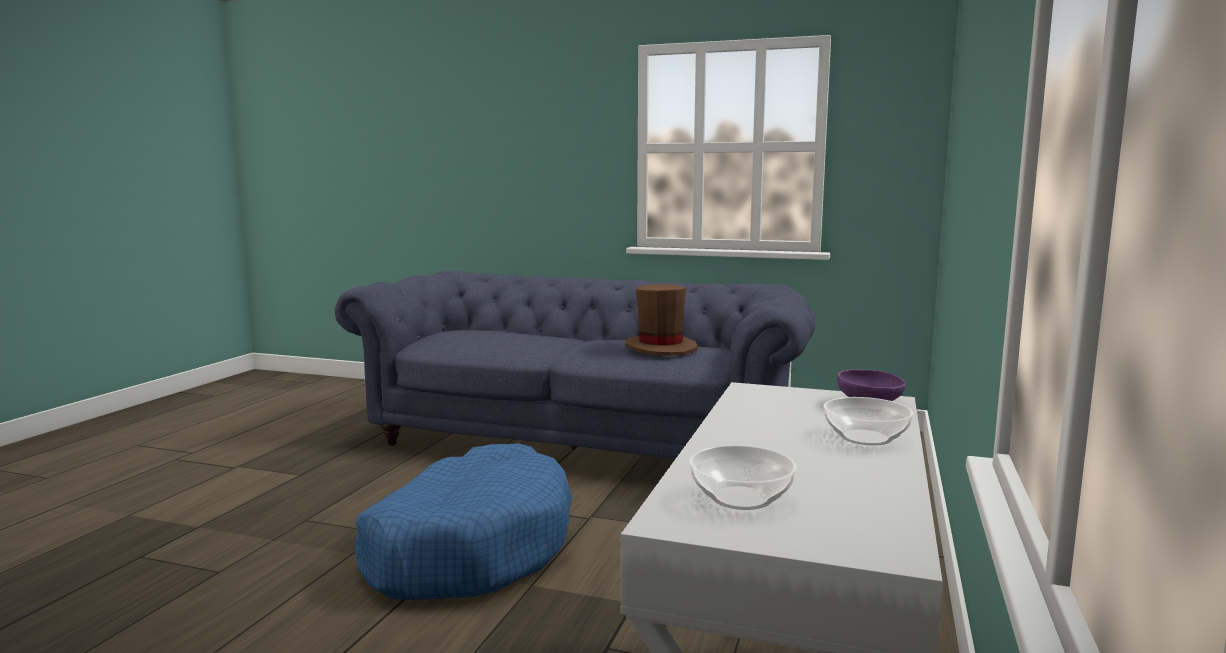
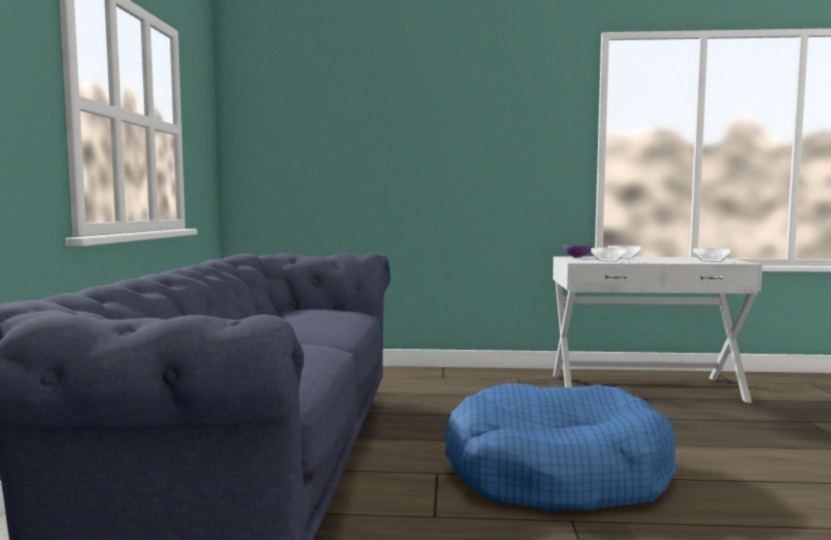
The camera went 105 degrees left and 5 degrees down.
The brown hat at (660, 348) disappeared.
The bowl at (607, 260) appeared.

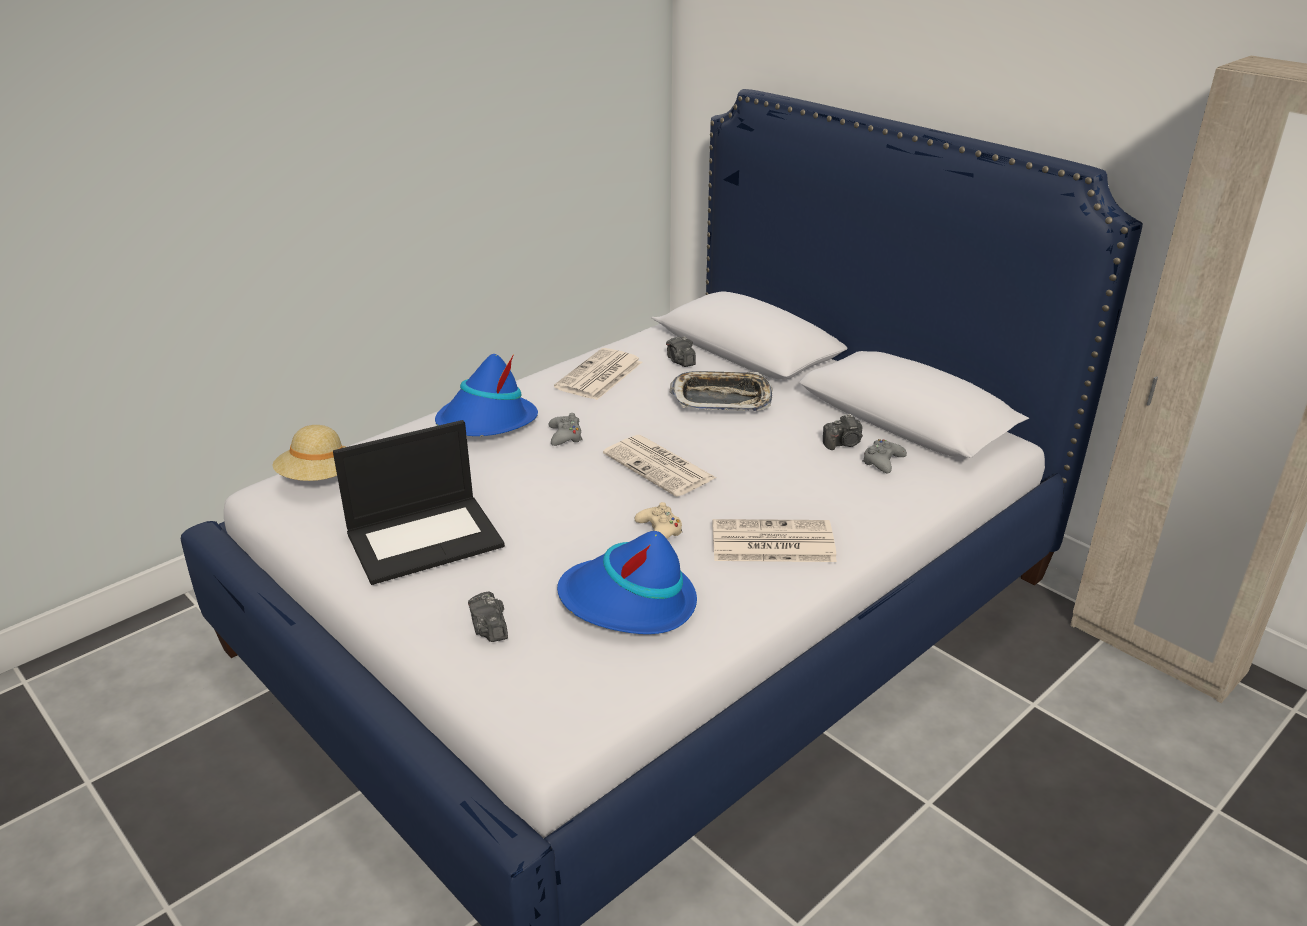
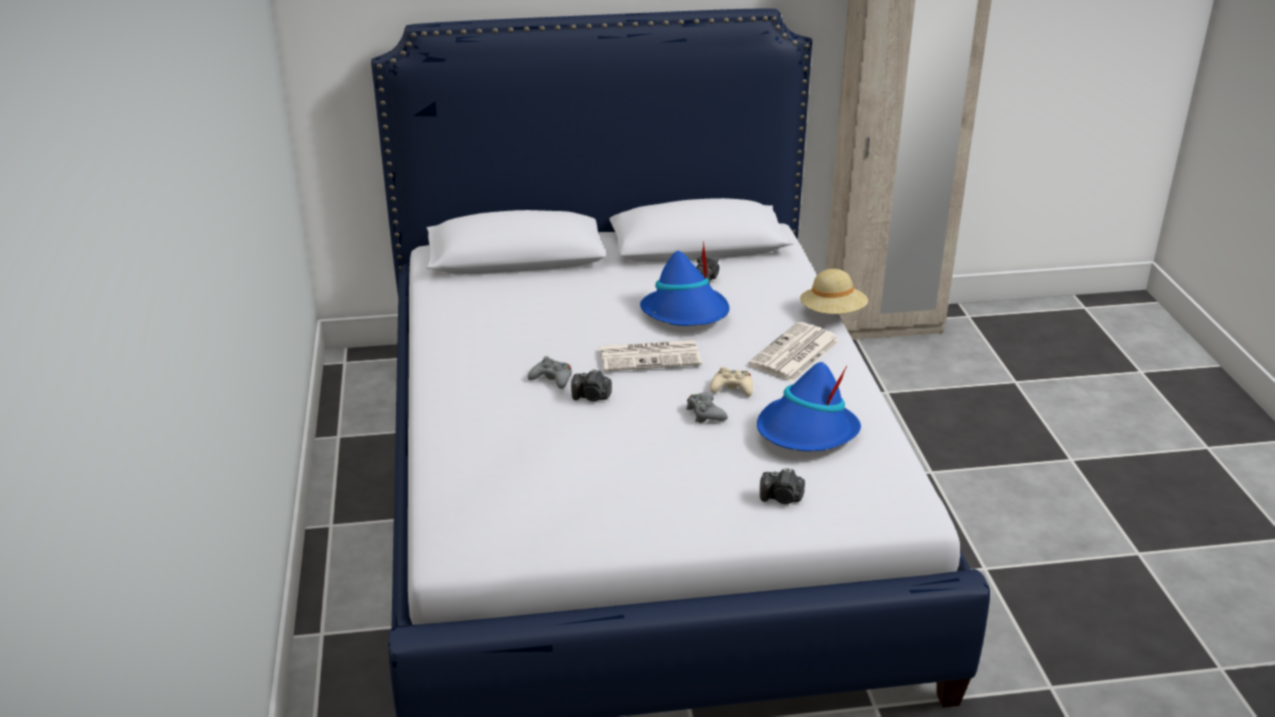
The camera went 55 degrees left and 0 degrees up.
The beige hat moved from (319, 479) to (832, 314).
The laptop at (426, 538) disappeared.
The blue hat moved from (486, 423) to (686, 313).
The newspaper at (599, 376) disappeared.
The photo camera moved from (680, 361) to (592, 397).
The tray at (721, 398) disappeared.
The grey game controller moved from (882, 461) to (705, 413).

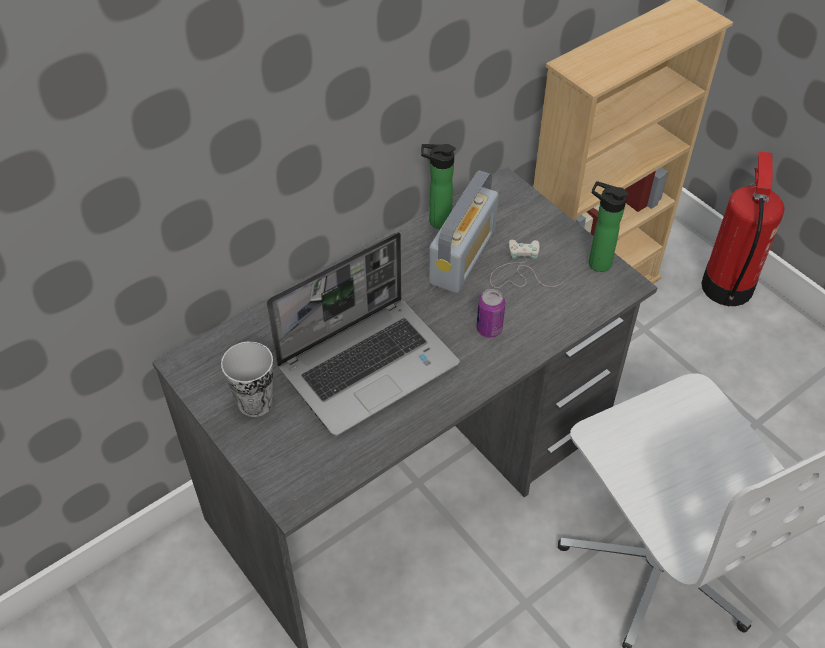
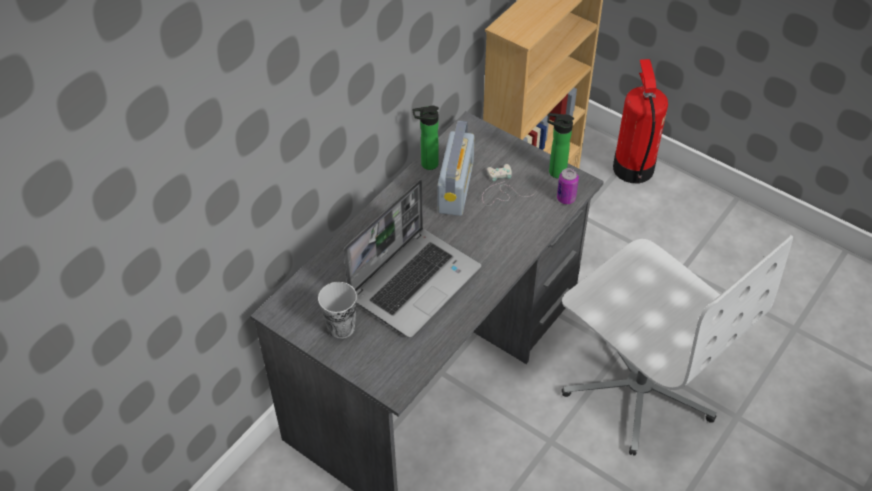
The camera went 15 degrees left and 0 degrees up.
The can moved from (489, 329) to (566, 198).

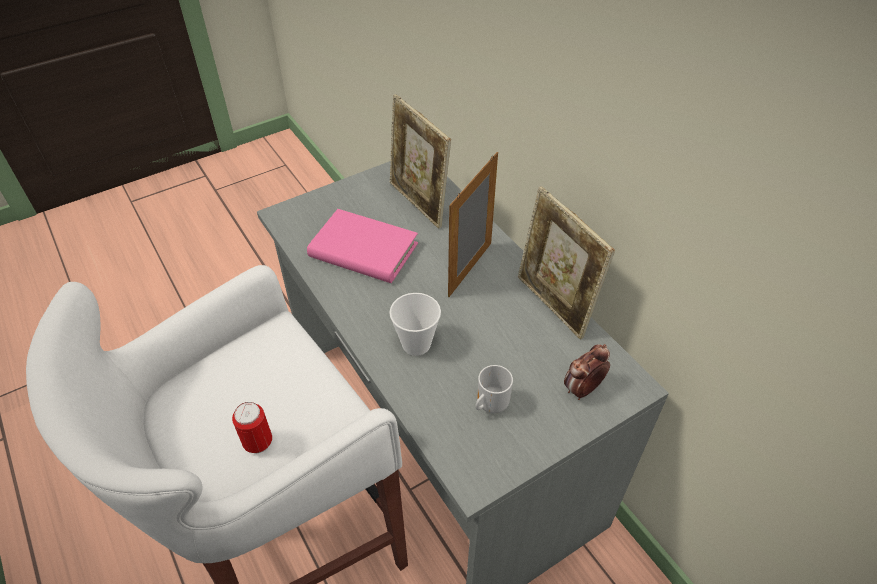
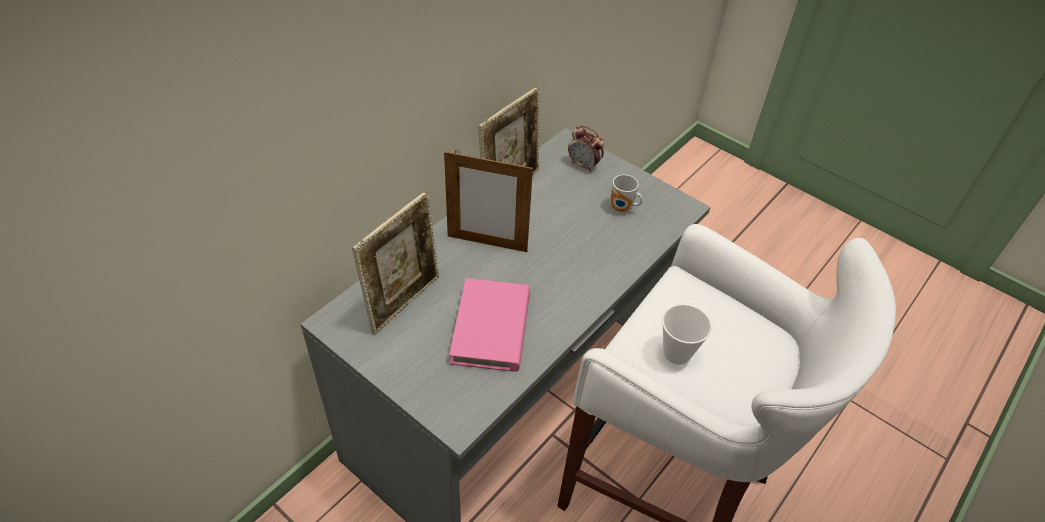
The camera went 110 degrees left and 0 degrees up.
The can at (258, 443) disappeared.
The cup moved from (416, 344) to (677, 353).

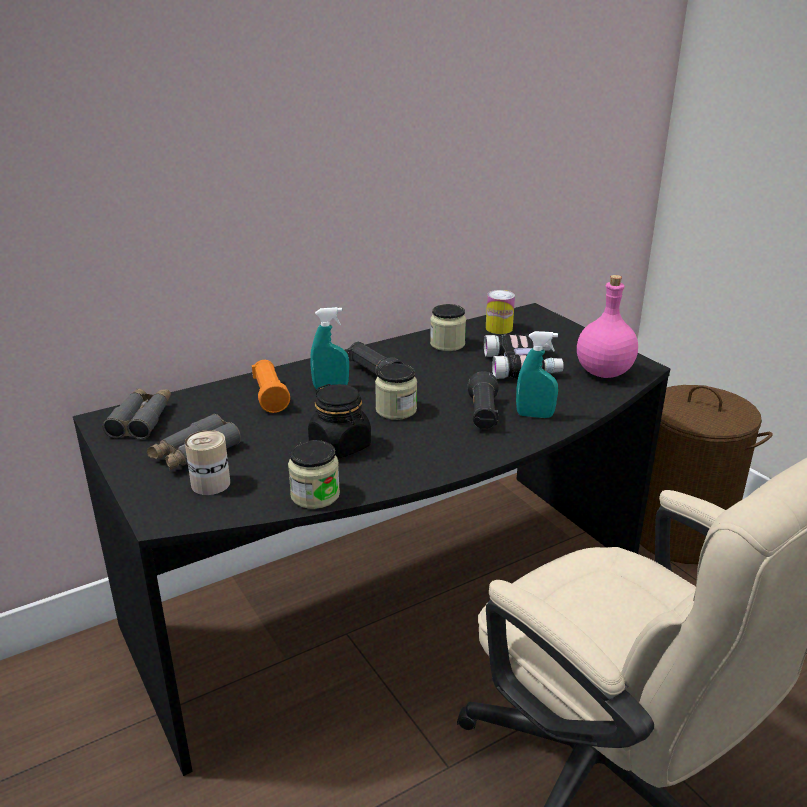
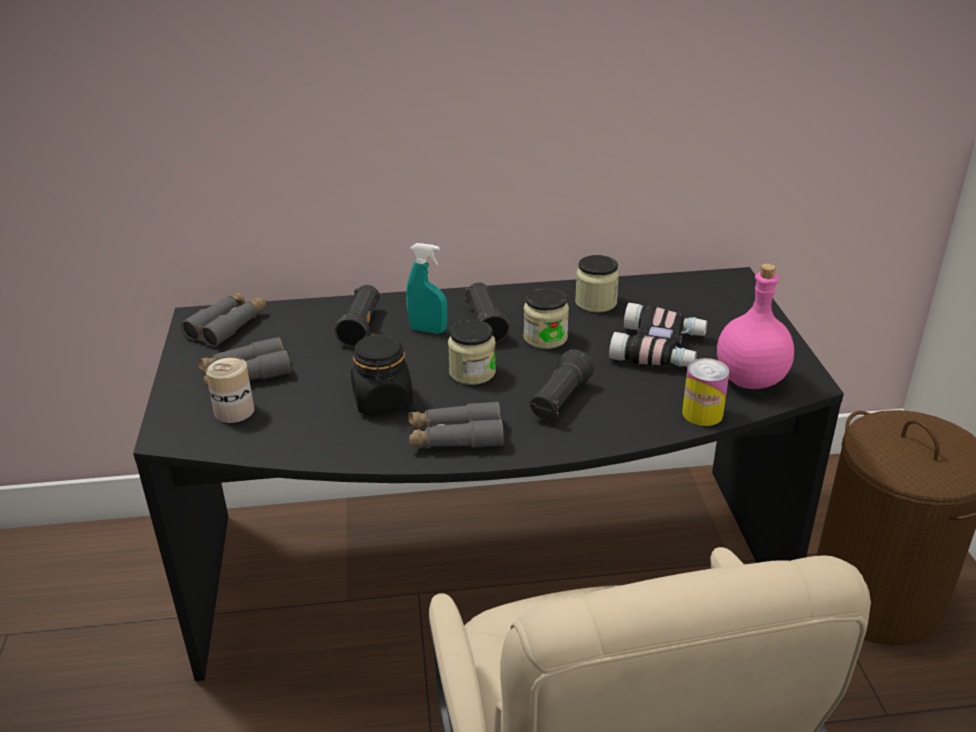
The camera went 25 degrees right and 5 degrees up.
The orange flashlight at (270, 396) became the black flashlight at (361, 327).
The jar moved from (315, 495) to (545, 338).
The can moved from (499, 328) to (702, 413).
The turquoise spray bottle at (534, 415) disappeared.
The grey binoculars at (455, 437) appeared.

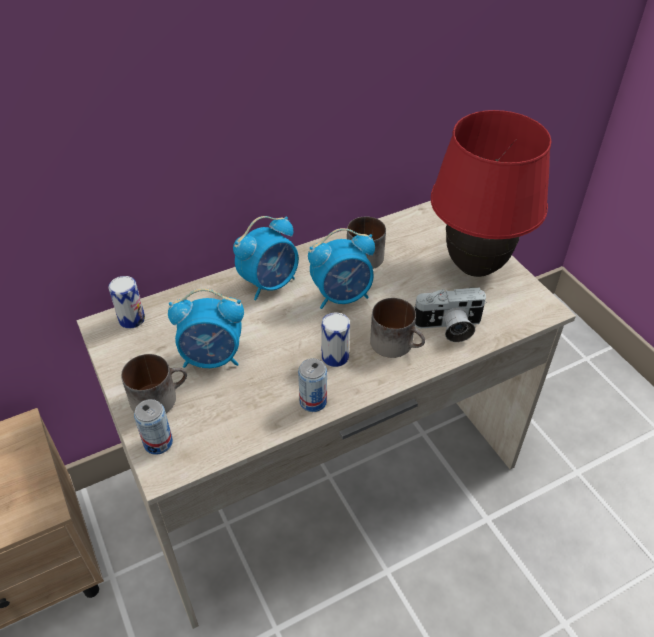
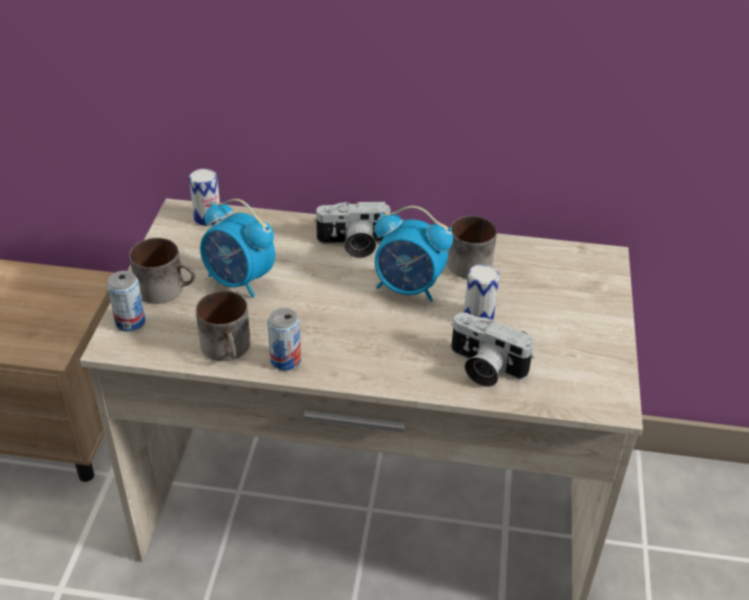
The camera went 35 degrees right and 5 degrees down.
The alarm clock at (270, 283) was replaced by the photo camera at (353, 245).
The can moved from (335, 356) to (478, 316).
The mug moved from (397, 343) to (229, 348).
The red table lamp at (474, 267) disappeared.

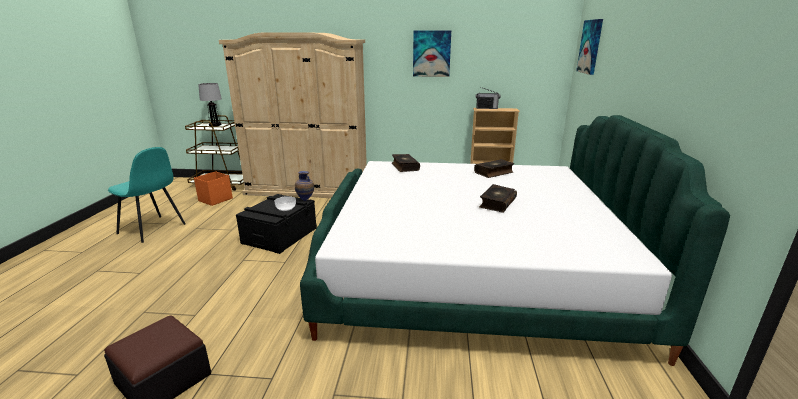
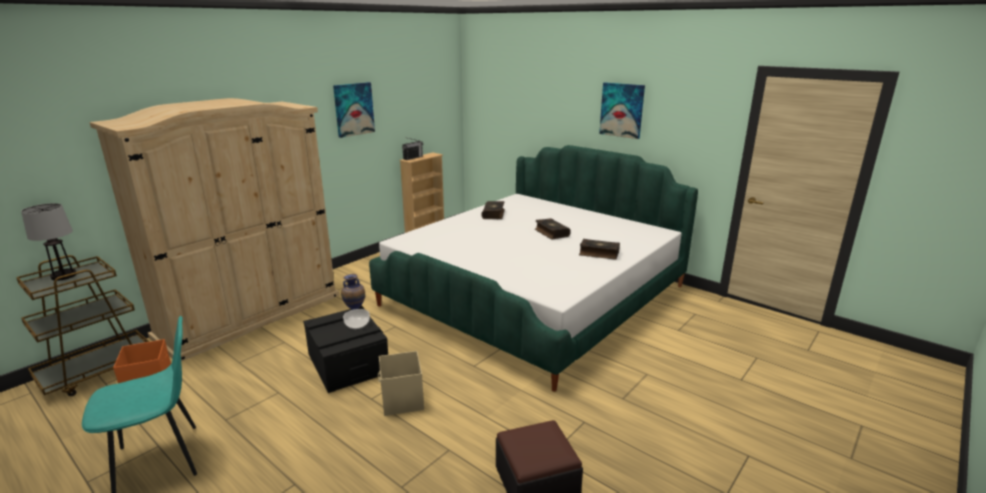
The camera went 55 degrees left and 0 degrees up.
The book moved from (404, 167) to (599, 254).
The picture moved from (590, 46) to (622, 110).
The beige storage box at (402, 401) appeared.

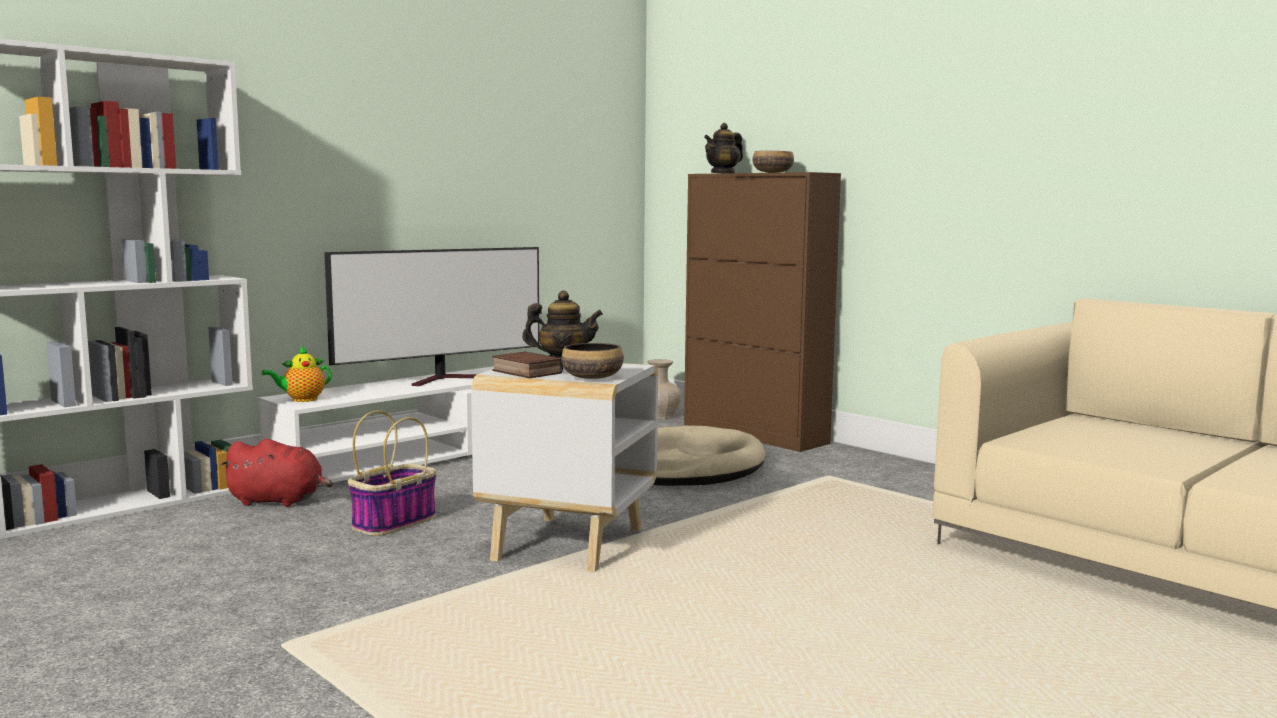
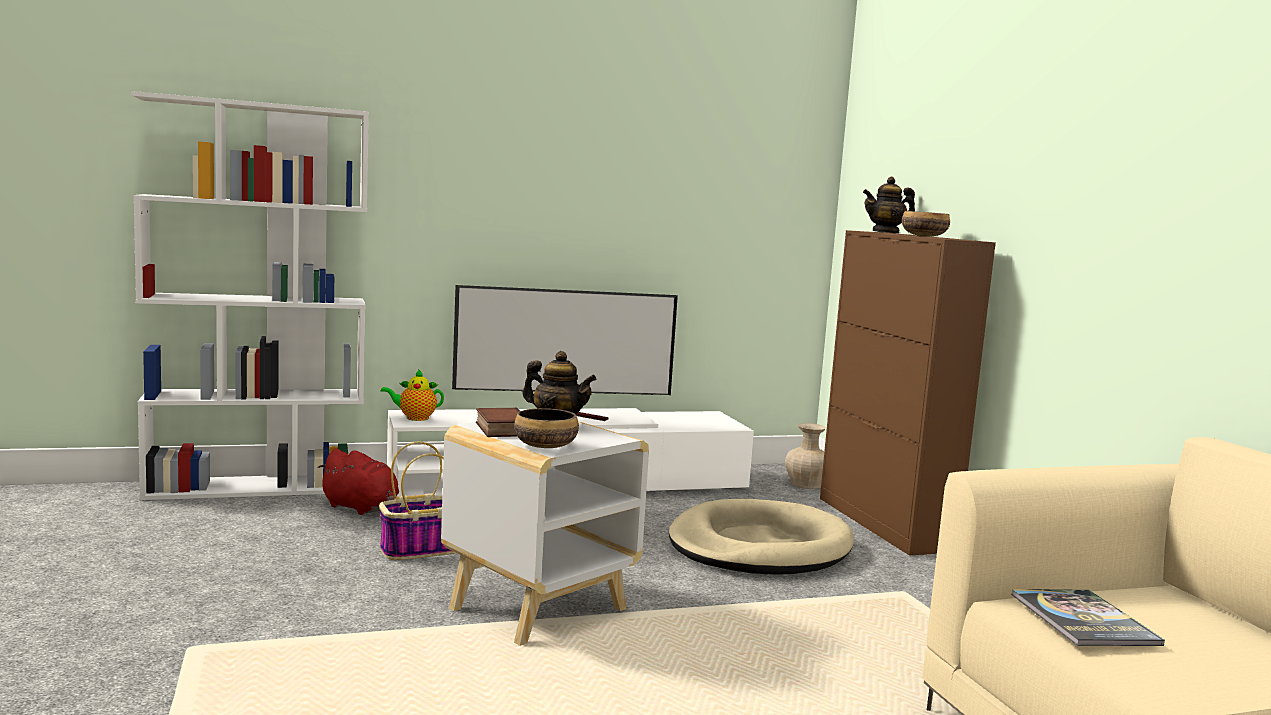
The camera went 25 degrees right and 0 degrees up.
The book at (1083, 619) appeared.

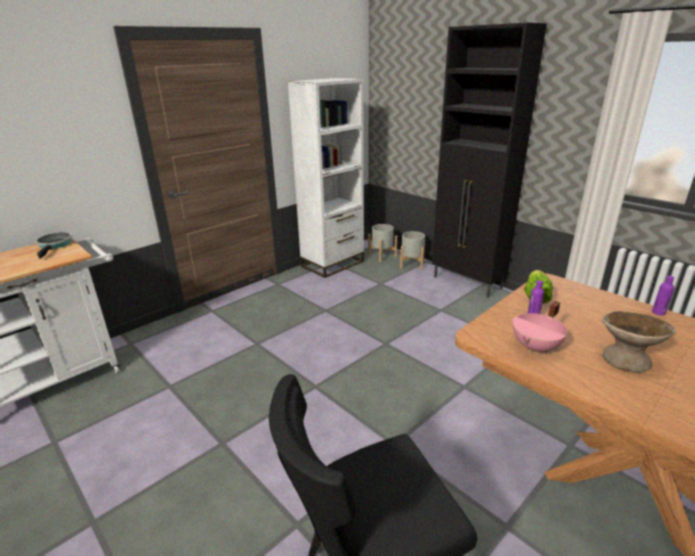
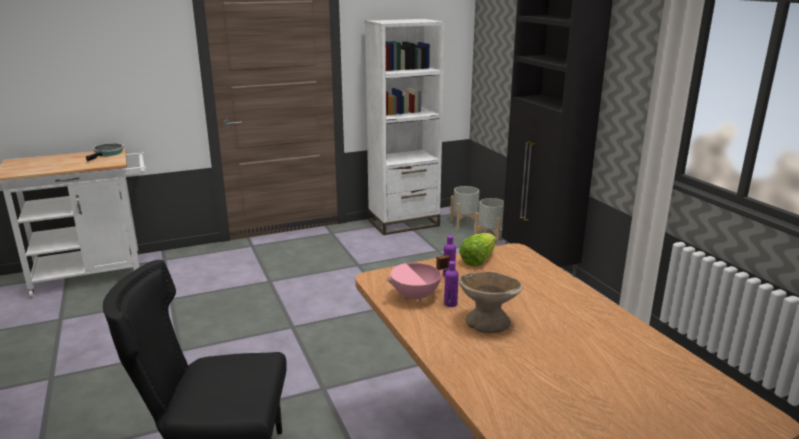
The camera went 20 degrees right and 5 degrees down.
The purple bottle moved from (658, 312) to (450, 304).

